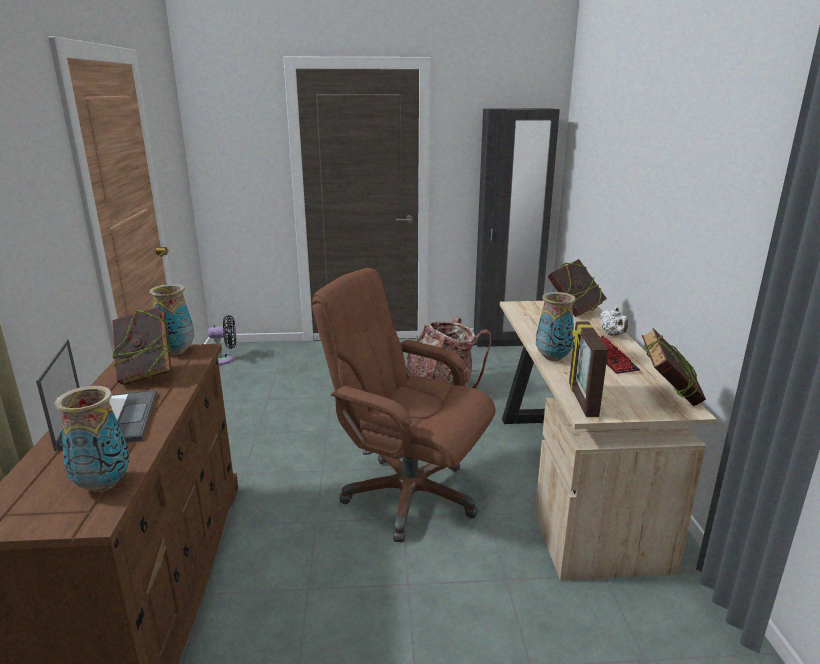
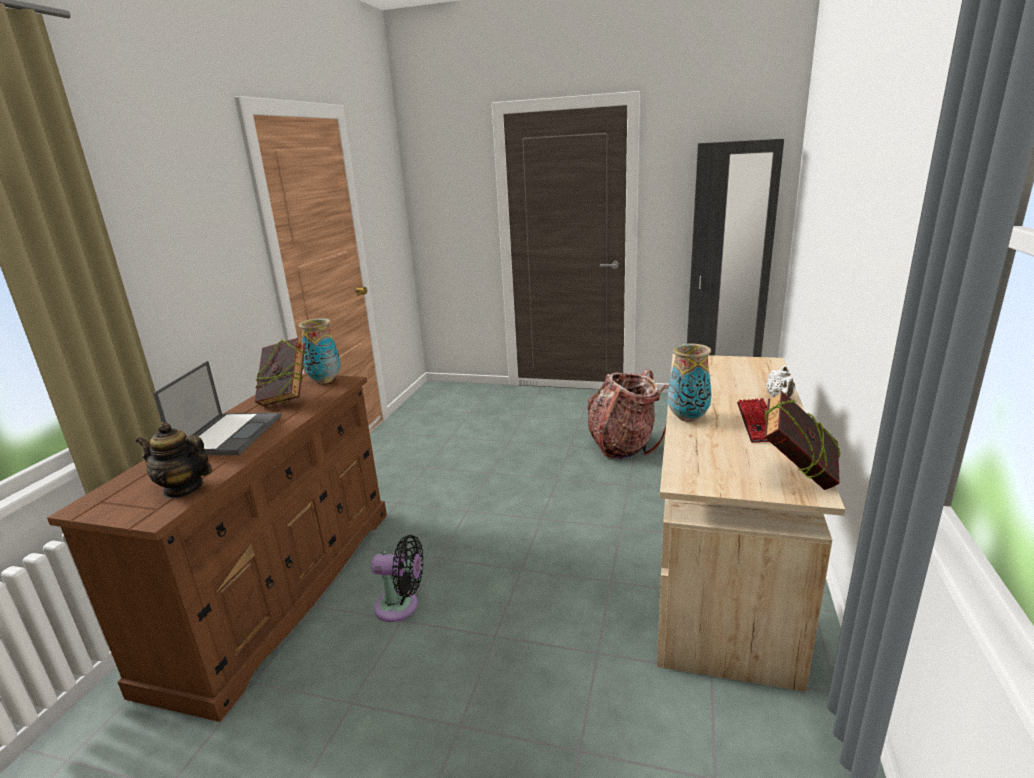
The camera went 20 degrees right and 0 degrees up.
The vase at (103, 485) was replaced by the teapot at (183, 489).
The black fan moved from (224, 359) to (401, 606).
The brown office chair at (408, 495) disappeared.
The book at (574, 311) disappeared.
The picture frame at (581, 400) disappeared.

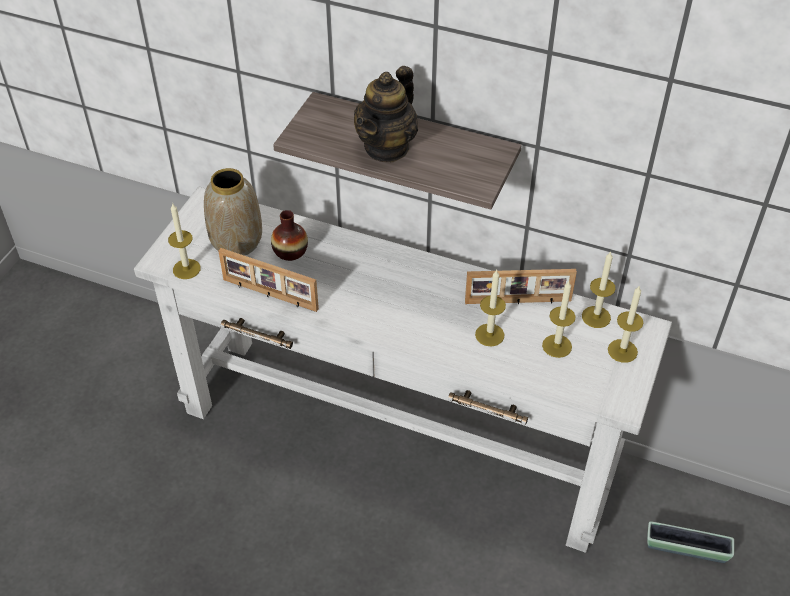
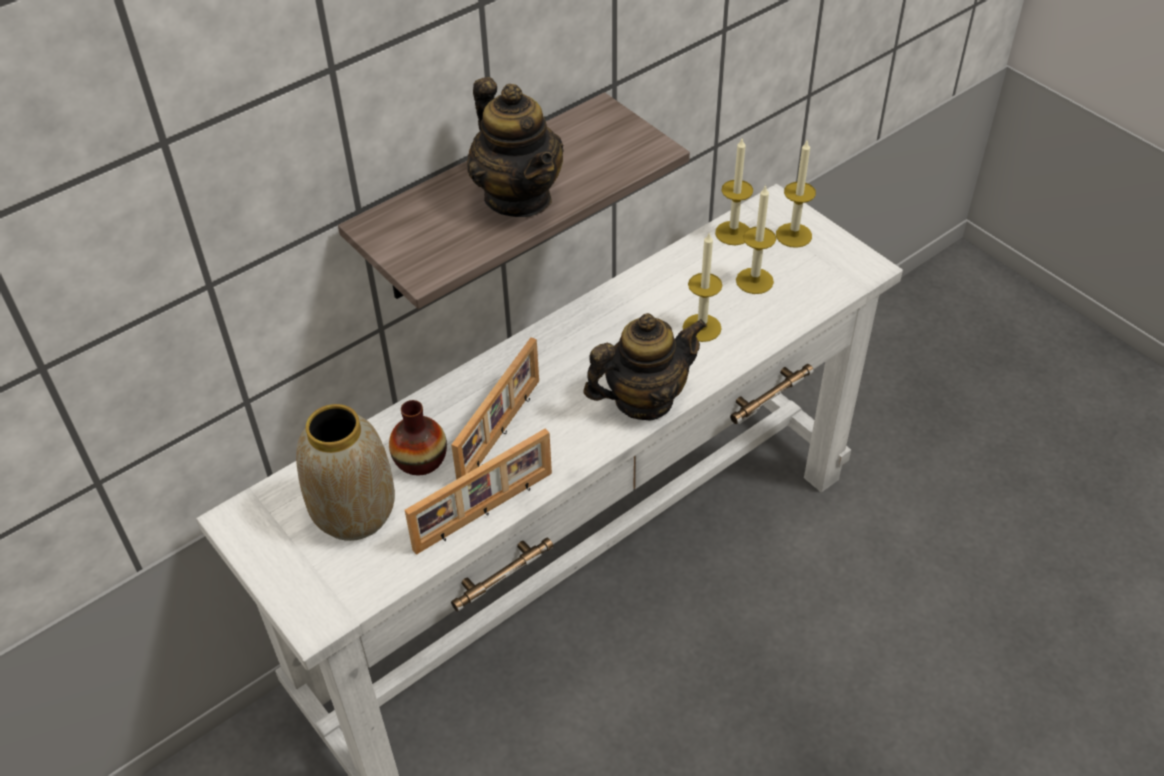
The camera went 60 degrees left and 0 degrees up.
The candle at (186, 269) disappeared.
The picture frame moved from (518, 302) to (501, 432).
The planter at (686, 549) disappeared.
The teapot at (643, 400) appeared.

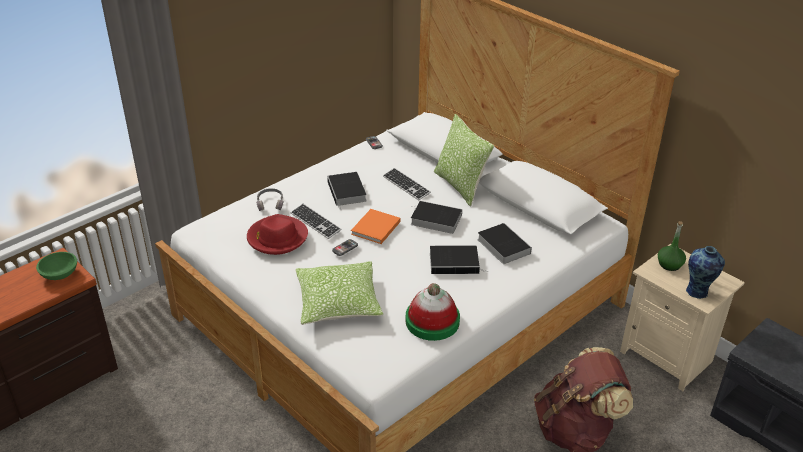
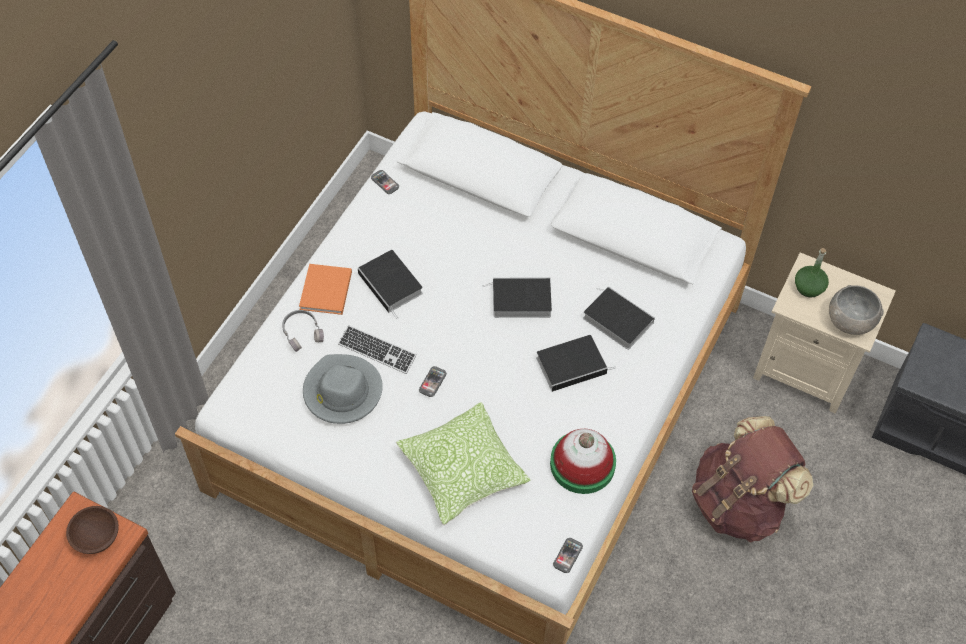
The camera went 20 degrees left and 20 degrees up.
The green bowl at (60, 273) became the brown bowl at (96, 536).
The red hat at (277, 237) became the grey hat at (342, 391).
The orange book moved from (375, 228) to (325, 292).
The keyboard at (406, 185) disappeared.
The pillow at (460, 186) disappeared.
The vase at (698, 292) was replaced by the grey bowl at (851, 321).
The phone at (567, 555) appeared.

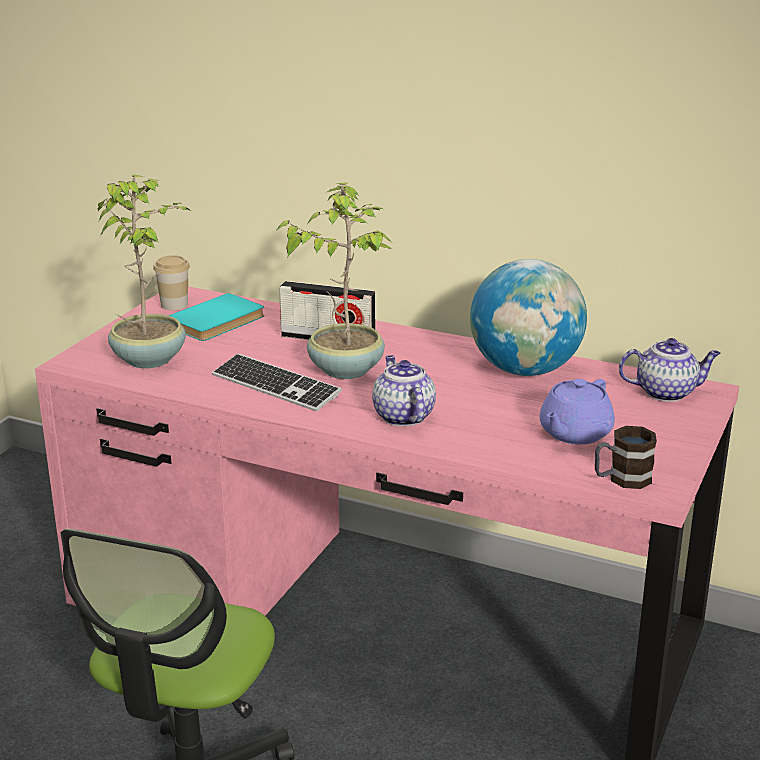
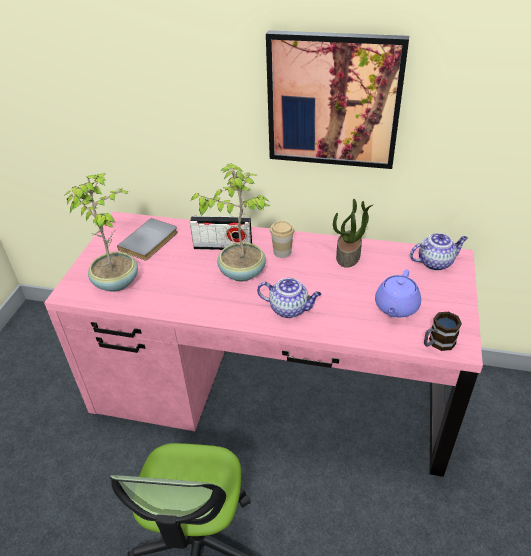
The camera went 10 degrees left and 15 degrees up.
The cup moved from (174, 305) to (282, 252).
The turquoise book at (218, 322) became the grey book at (150, 241).
The keyboard at (275, 386) disappeared.
The teapot at (402, 416) turned 135 degrees clockwise.
The globe at (525, 370) was replaced by the potted plant at (348, 256).
The picture at (333, 101) appeared.

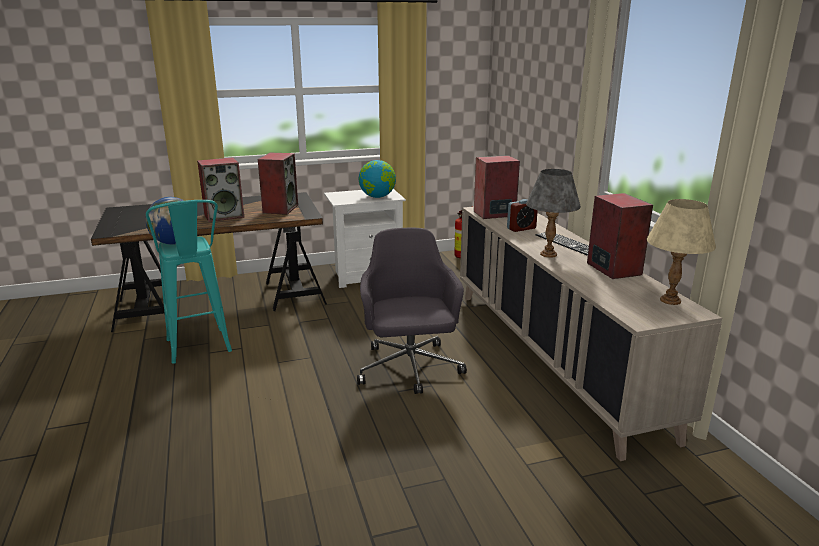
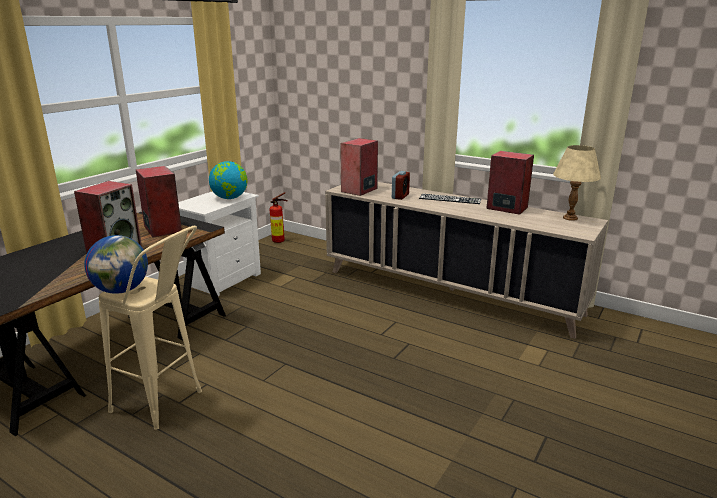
The camera went 40 degrees left and 0 degrees up.
The turquoise stool at (200, 351) became the beige stool at (167, 405).
The grey office chair at (409, 369) disappeared.
The grey table lamp at (548, 254) disappeared.

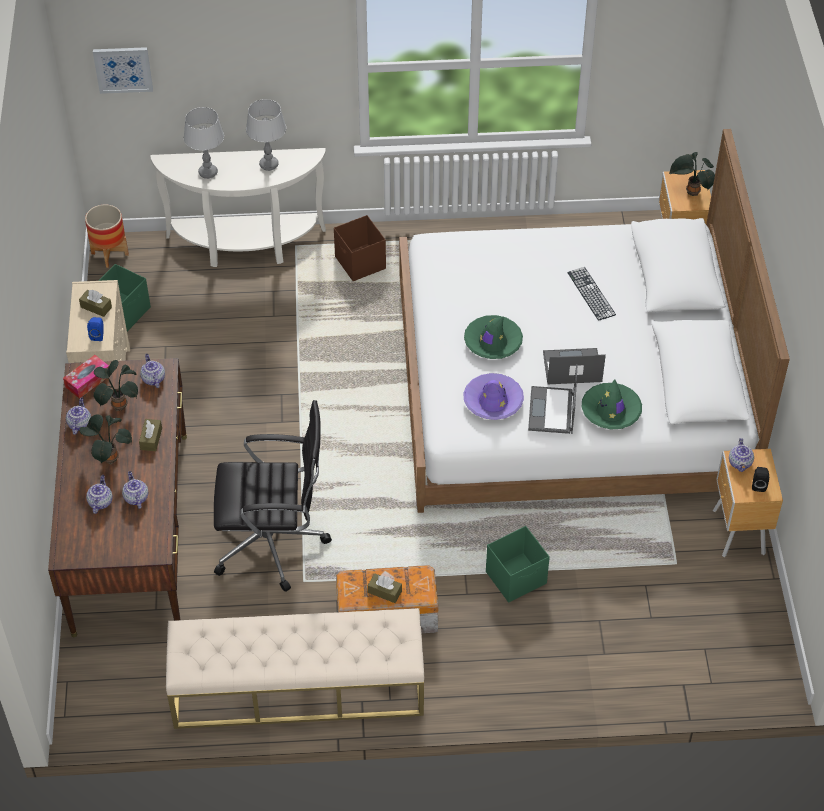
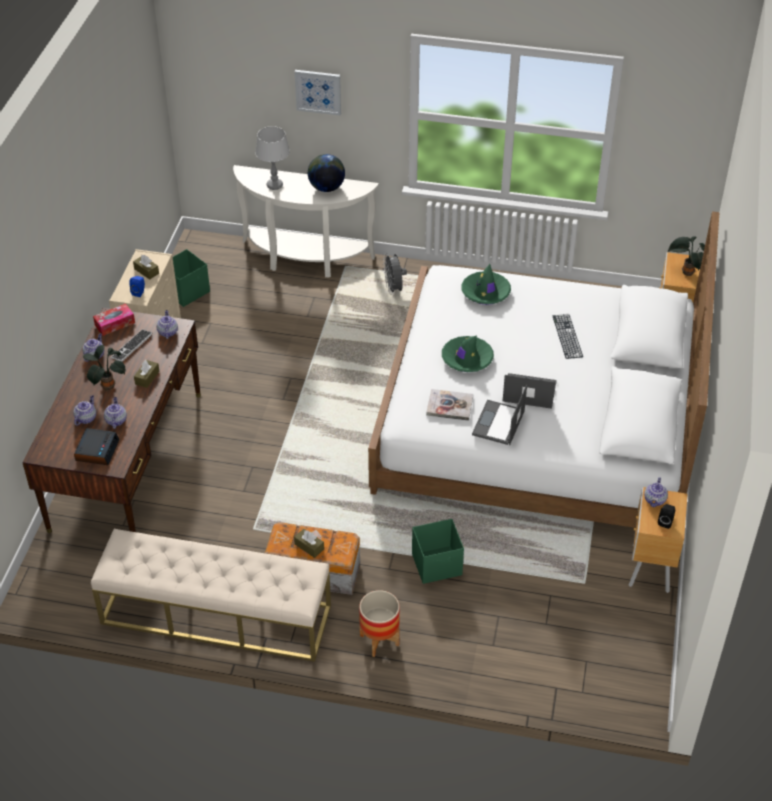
The camera went 15 degrees right and 5 degrees down.
The planter moved from (110, 254) to (379, 640).
The picture moved from (123, 69) to (318, 91).
The potted plant at (118, 404) was replaced by the keyboard at (132, 346).
The black office chair at (273, 543) disappeared.
The grey table lamp at (268, 164) was replaced by the globe at (326, 188).
The brown storage box at (360, 263) was replaced by the grey fan at (394, 289).
The purple hat at (493, 401) was replaced by the book at (449, 406).
The green hat moved from (611, 411) to (485, 293).
The alarm clock at (97, 450) appeared.

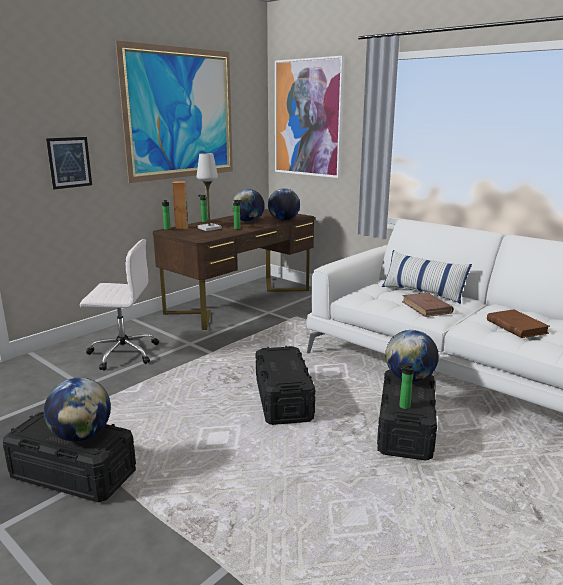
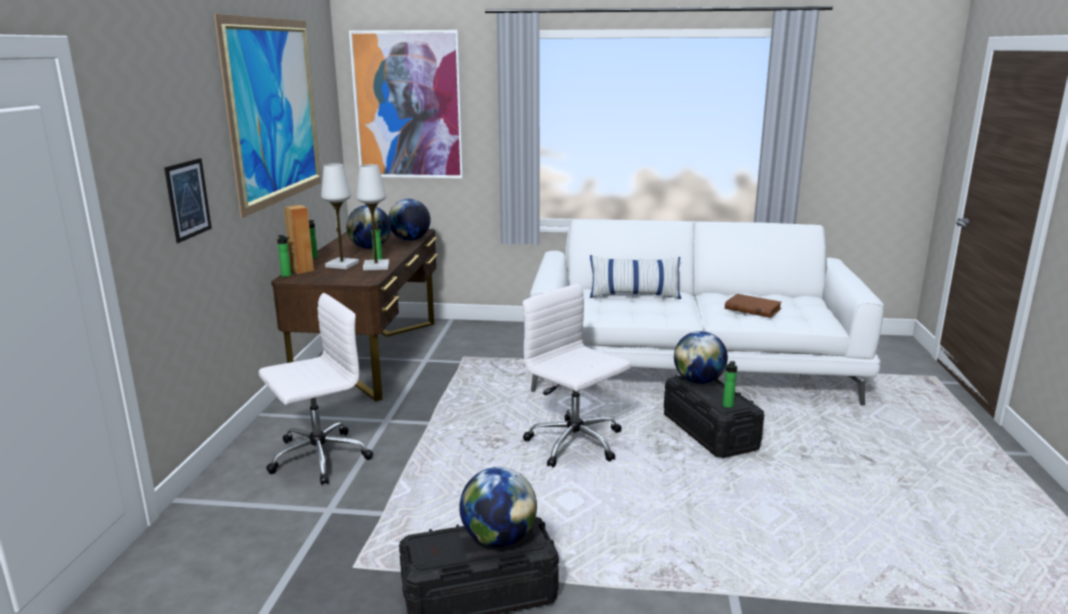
The camera went 35 degrees left and 0 degrees up.
The black storage box at (283, 400) was replaced by the white office chair at (576, 444).
The brown book at (426, 307) disappeared.
The white table lamp at (376, 266) appeared.

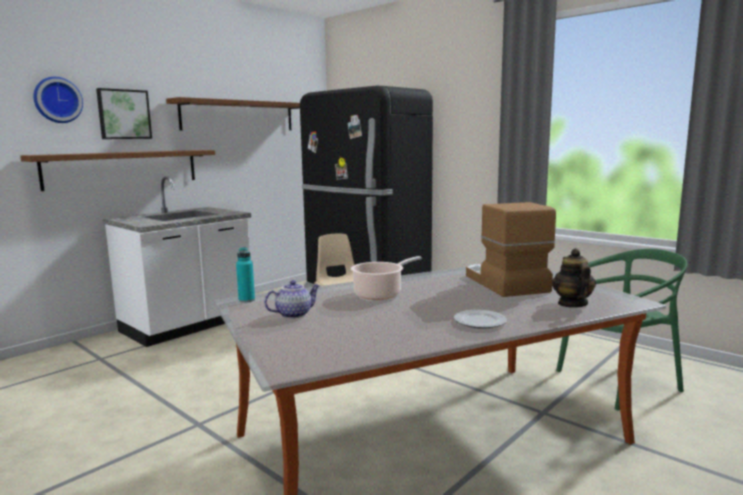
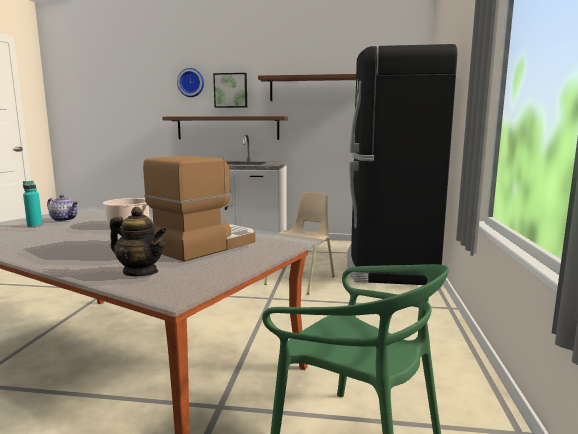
The camera went 55 degrees right and 0 degrees up.
The turquoise bottle moved from (246, 300) to (34, 226).
The plate at (479, 322) disappeared.
The teapot at (572, 304) turned 60 degrees clockwise.

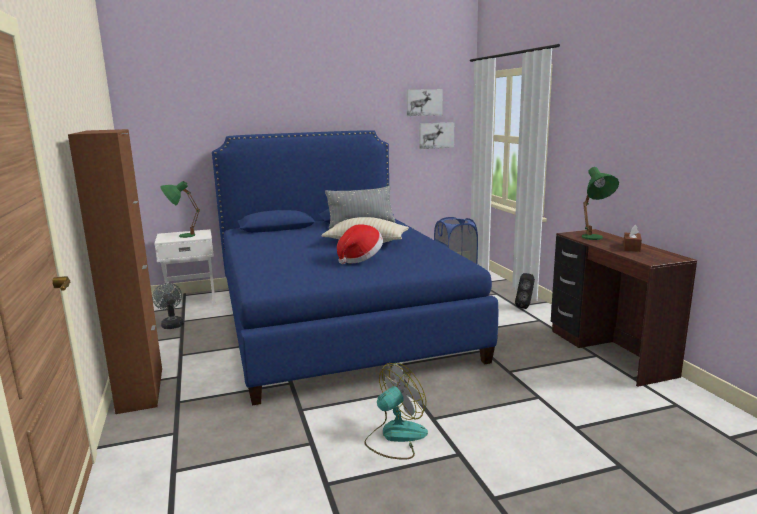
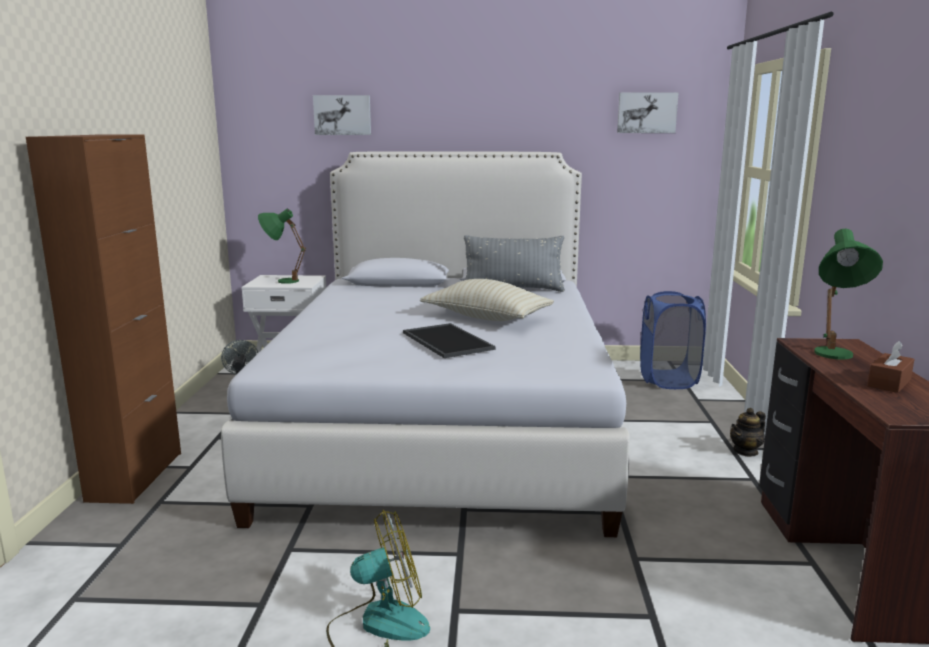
The camera went 20 degrees right and 0 degrees up.
The blue bed at (337, 320) became the white bed at (443, 424).
The hat at (359, 259) was replaced by the tray at (445, 341).
The picture moved from (436, 135) to (342, 115).
The black speaker at (525, 306) was replaced by the teapot at (746, 451).

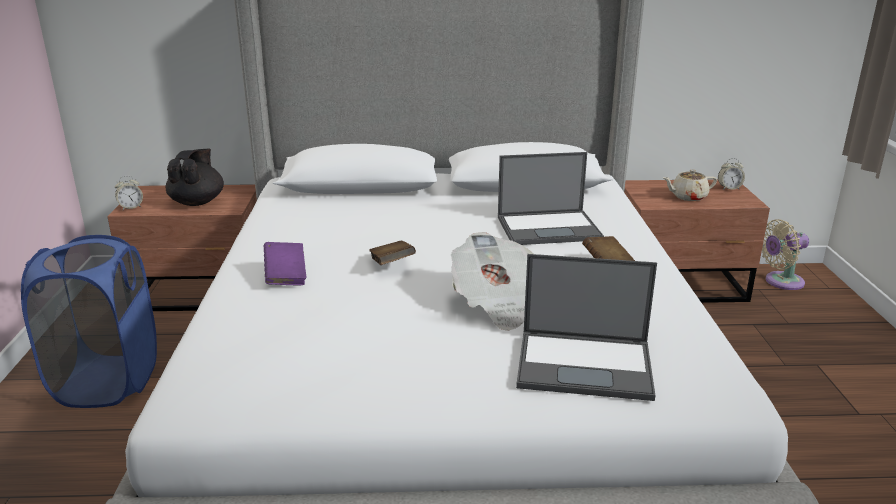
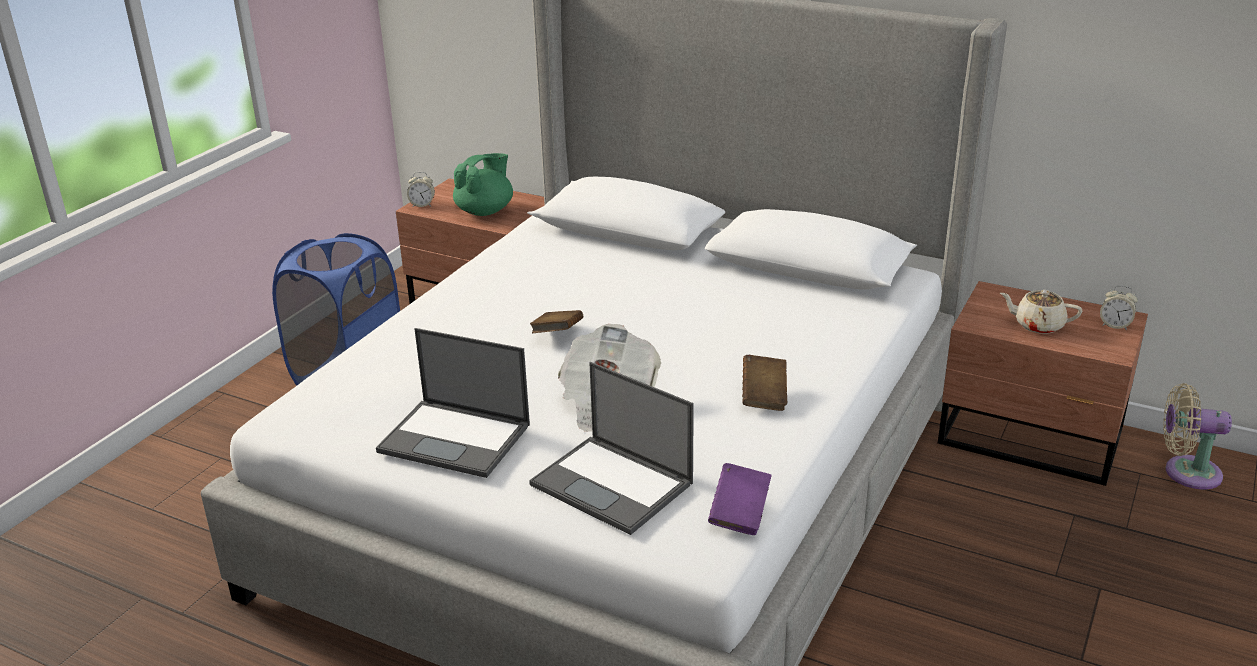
The camera went 30 degrees right and 5 degrees up.
The black teapot at (197, 202) became the green teapot at (485, 211).
The purple book moved from (286, 276) to (739, 514).
The laptop moved from (549, 228) to (456, 438).

